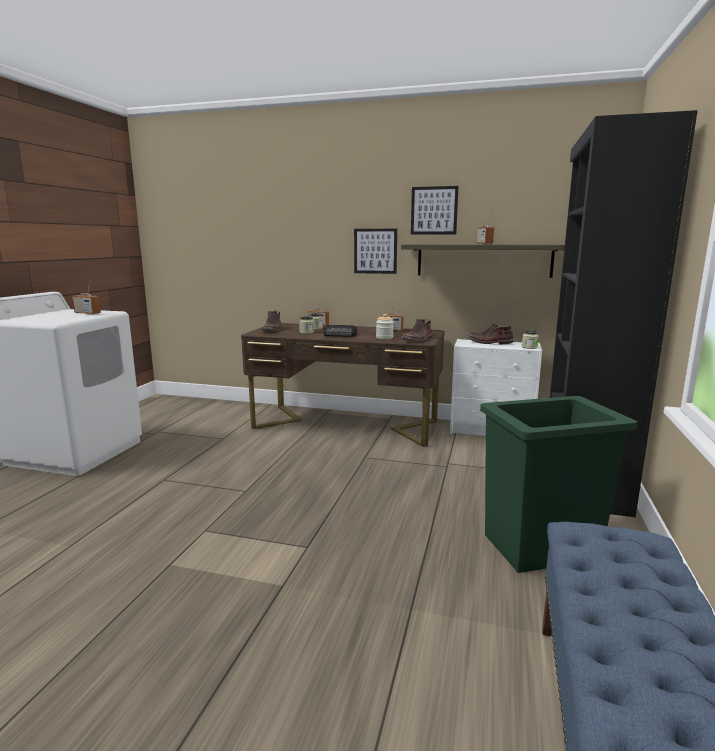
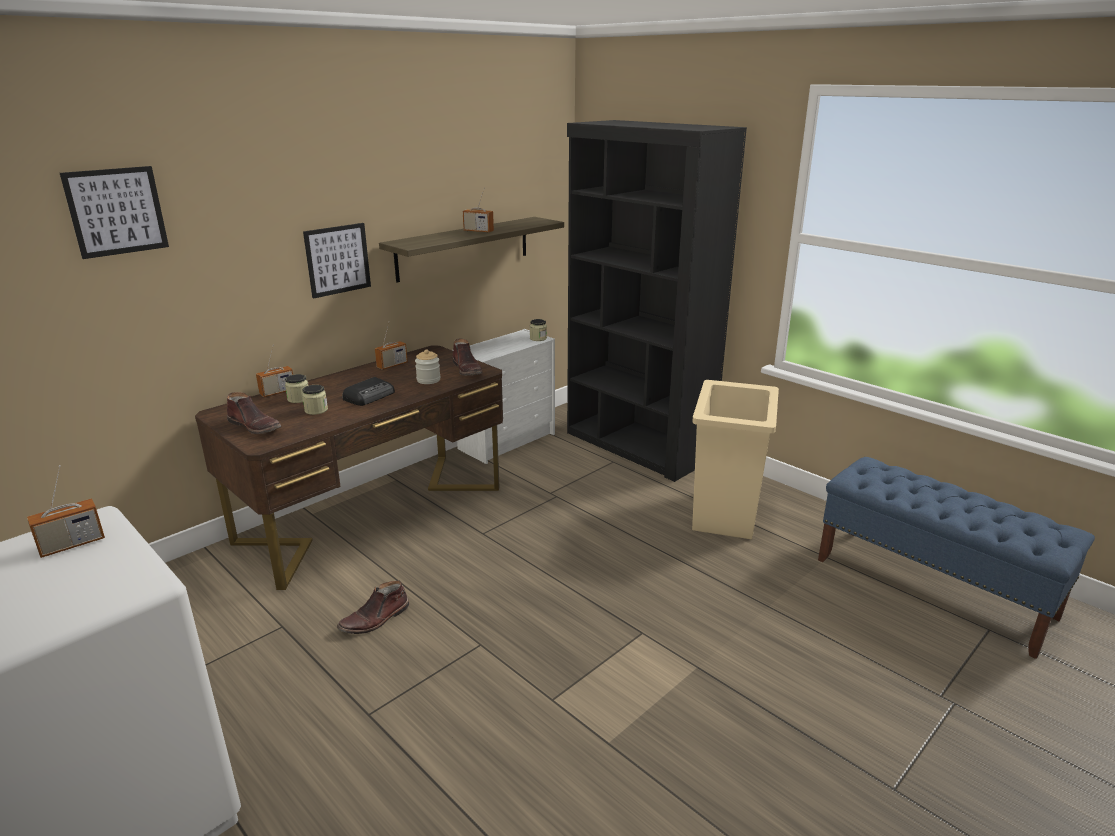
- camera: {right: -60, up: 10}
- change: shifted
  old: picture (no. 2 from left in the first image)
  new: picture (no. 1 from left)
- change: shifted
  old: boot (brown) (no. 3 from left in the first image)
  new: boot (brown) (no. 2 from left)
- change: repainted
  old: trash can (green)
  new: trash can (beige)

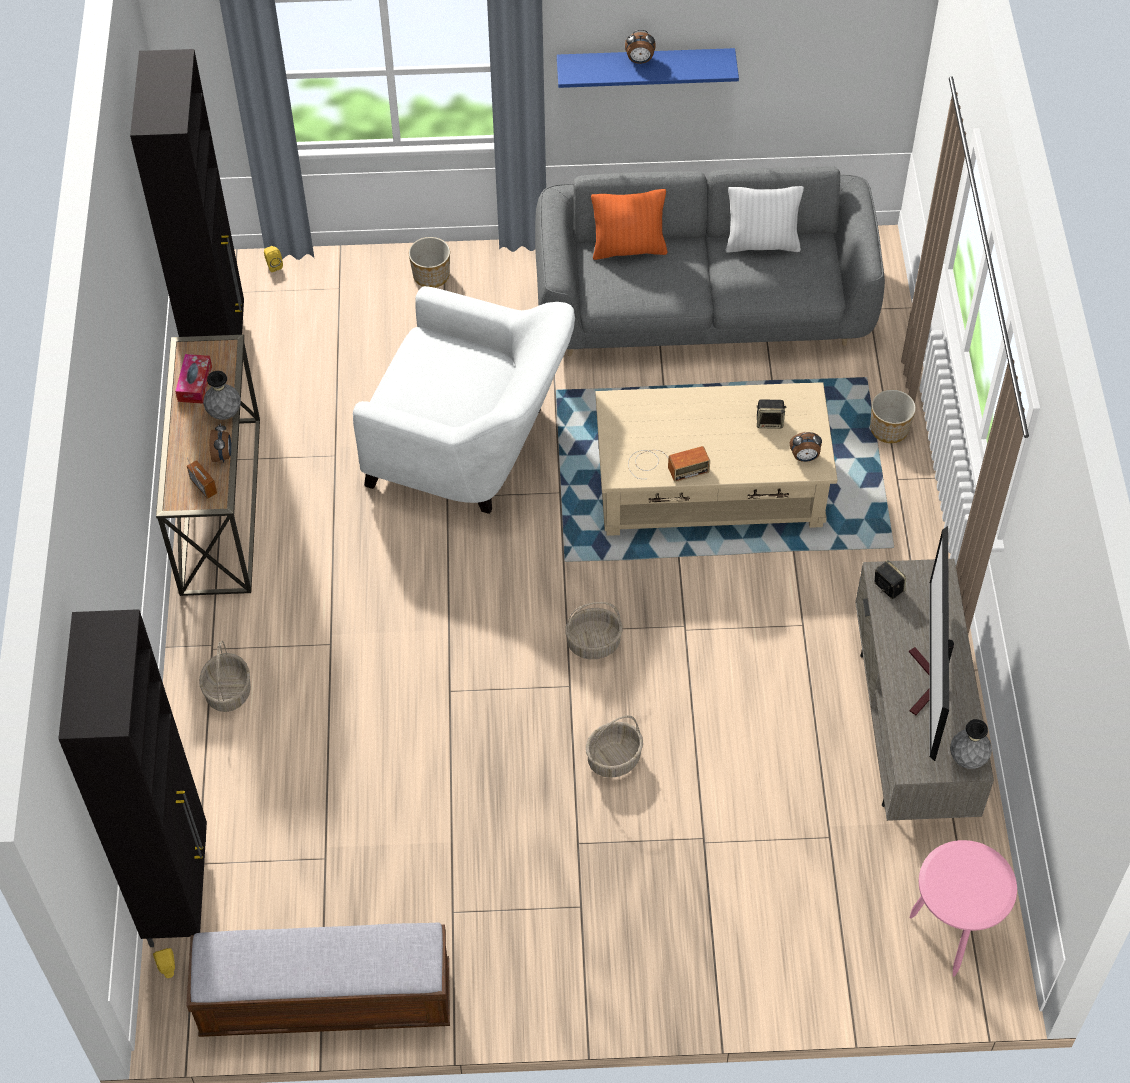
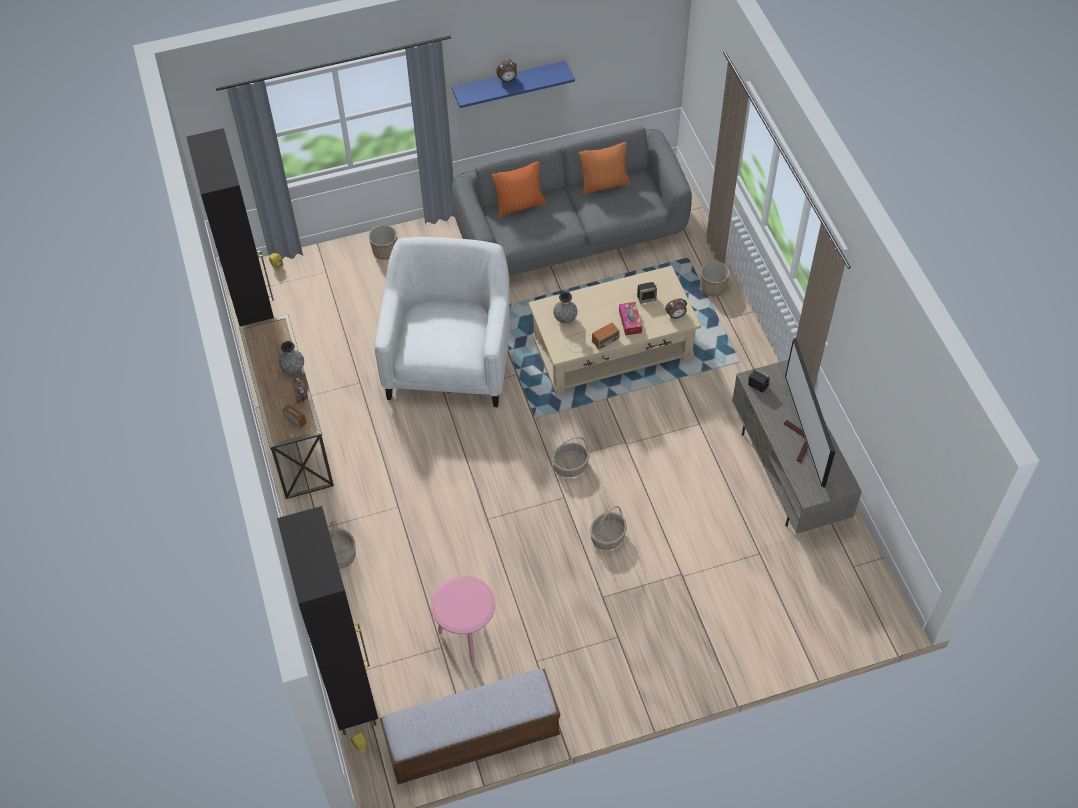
- camera: {right: -15, up: 0}
- change: repainted
  old: pillow (white)
  new: pillow (orange) (no. 2 from left)
- change: rotated
  old: armchair (white)
  degrees: -90
- change: shifted
  old: tissue box
- change: shifted
  old: vase (grey) (no. 2 from left)
- change: shifted
  old: side table (pink)

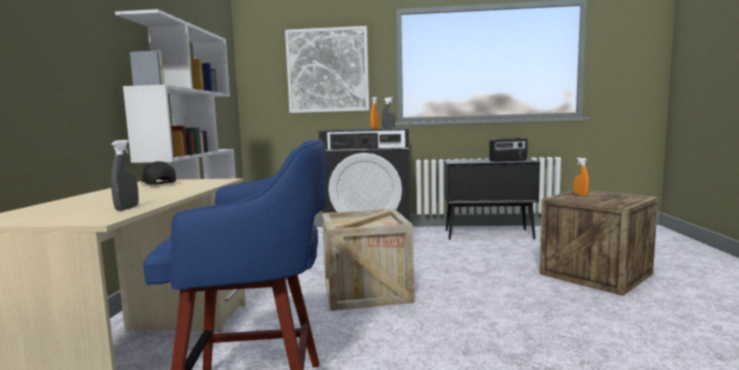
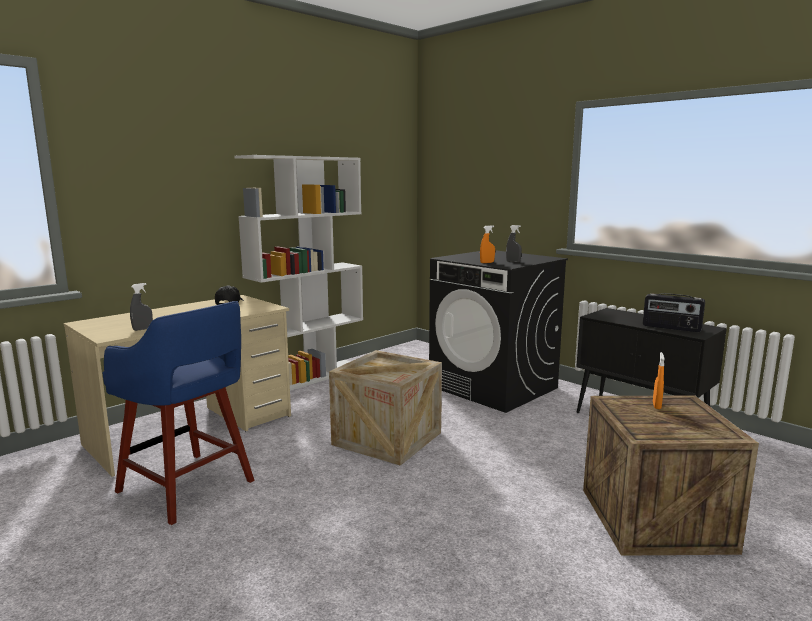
- camera: {right: 40, up: 5}
- change: gone
  old: picture

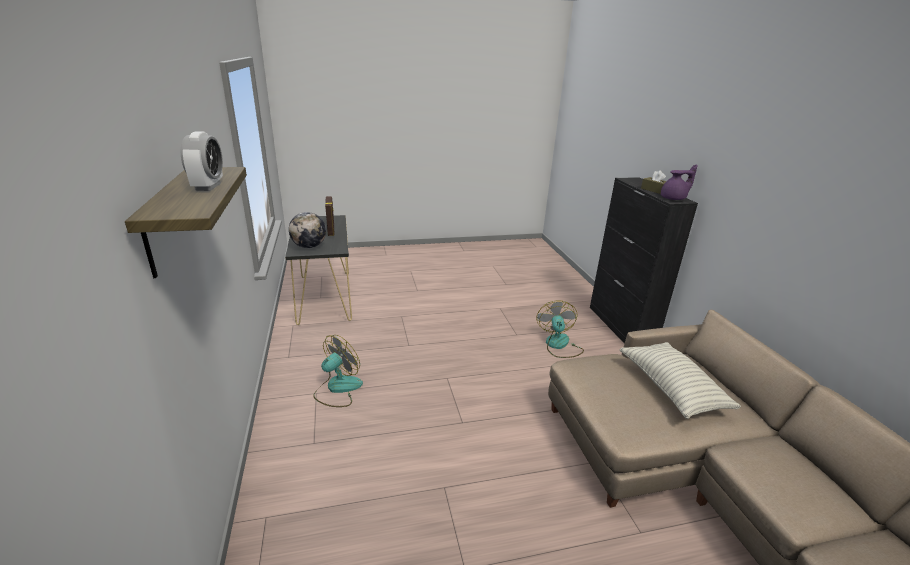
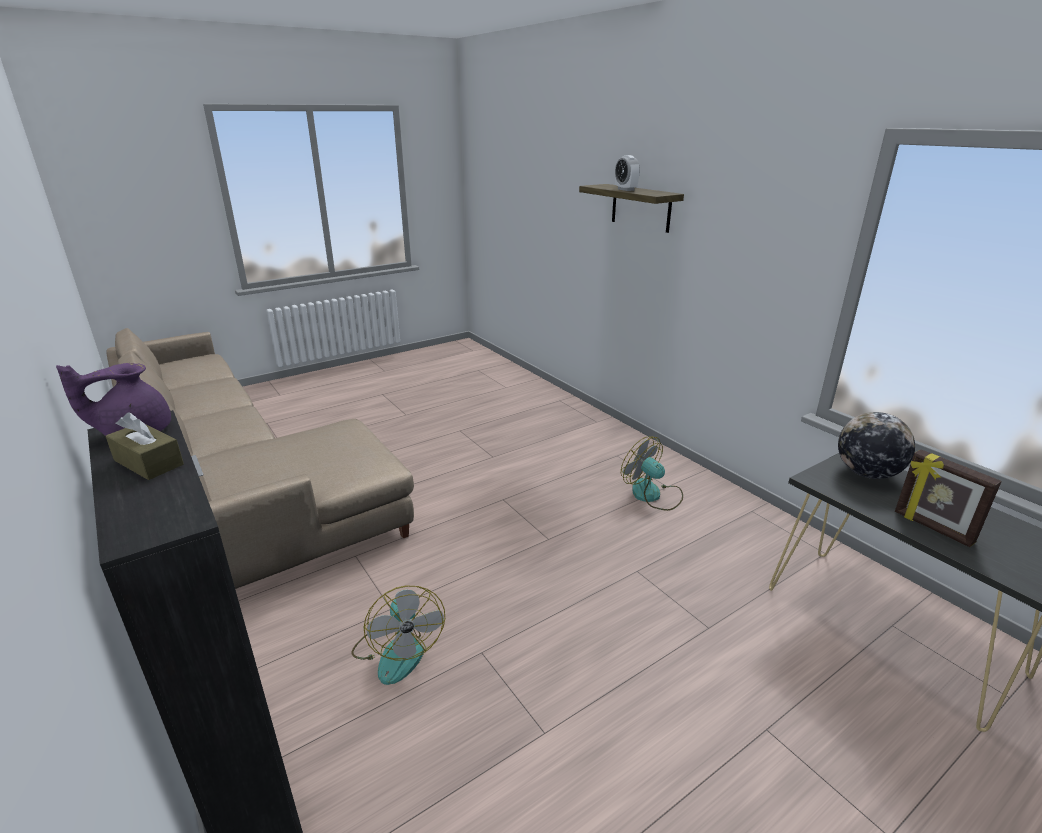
- camera: {right: 160, up: 0}
- change: rotated
  old: fan (no. 1 from left in the first image)
  degrees: 120
- change: gone
  old: pillow

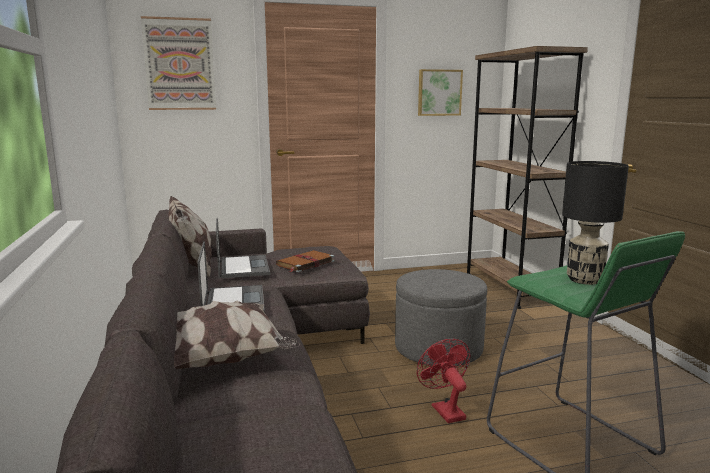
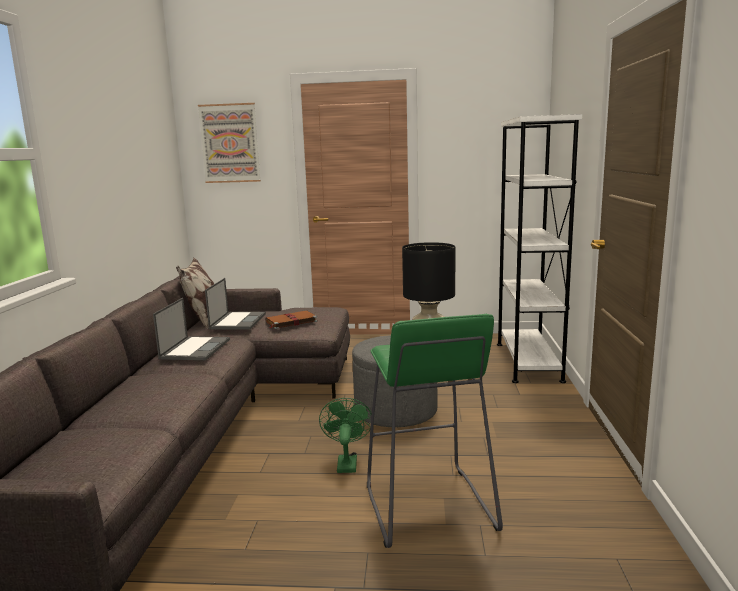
- camera: {right: 20, up: 0}
- change: repainted
  old: bookcase (brown)
  new: bookcase (white)
- change: gone
  old: picture (no. 2 from left)
- change: gone
  old: pillow (no. 2 from left)
- change: repainted
  old: fan (red)
  new: fan (green)

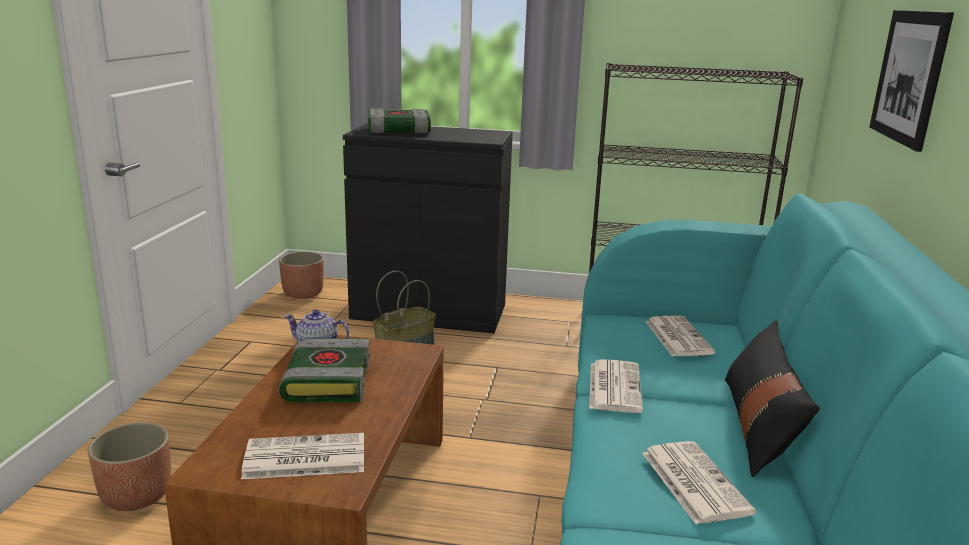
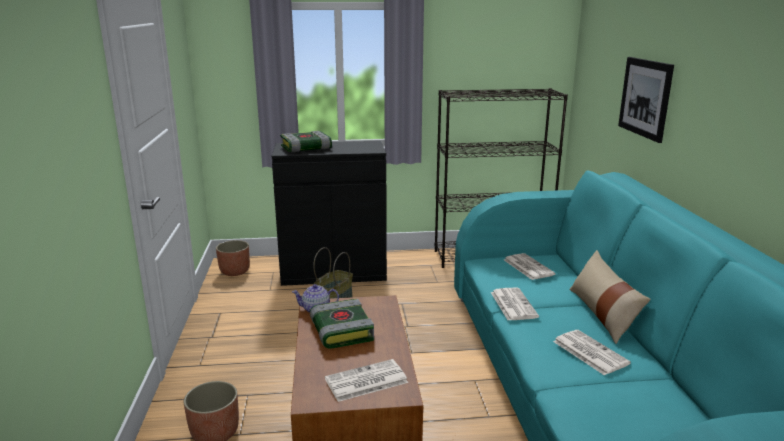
- camera: {right: -15, up: 0}
- change: repainted
  old: pillow (black)
  new: pillow (beige)

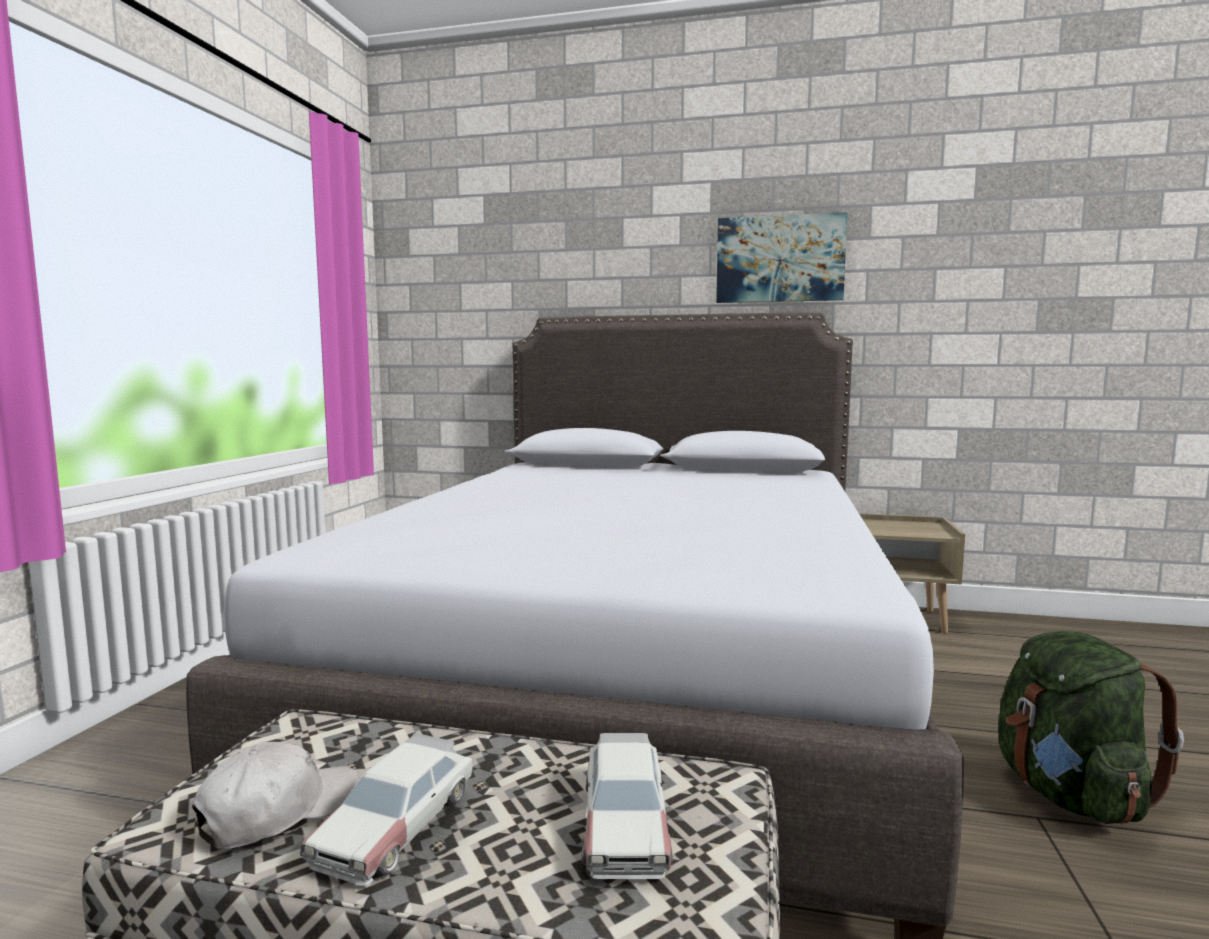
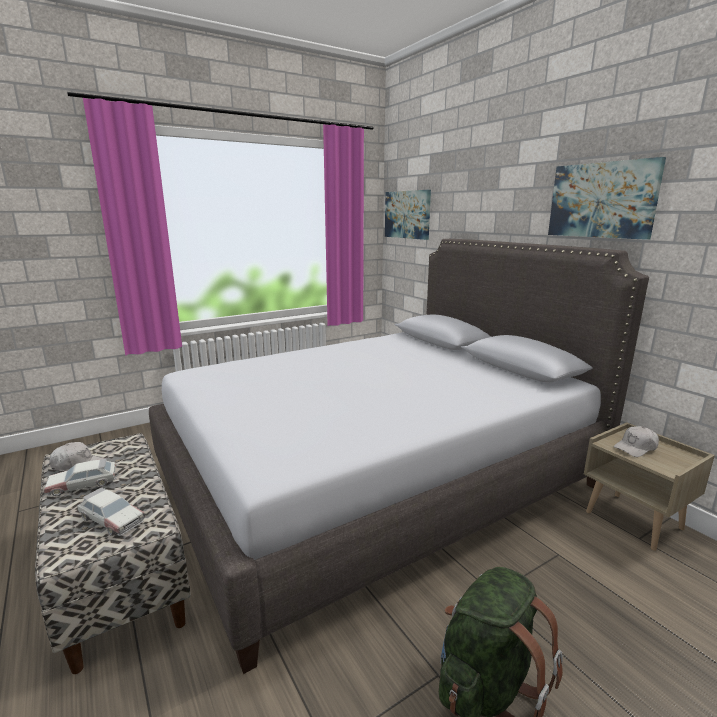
- camera: {right: 45, up: 10}
- change: rotated
  old: toy car (no. 2 from left)
  degrees: -105
- change: new
  new: picture (no. 1 from left)
- change: new
  new: cap (white) (no. 2 from left)

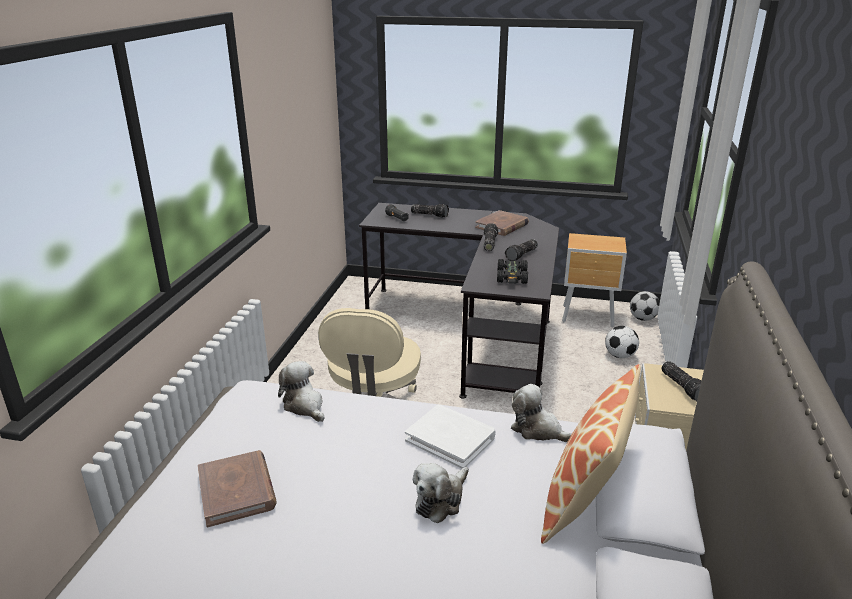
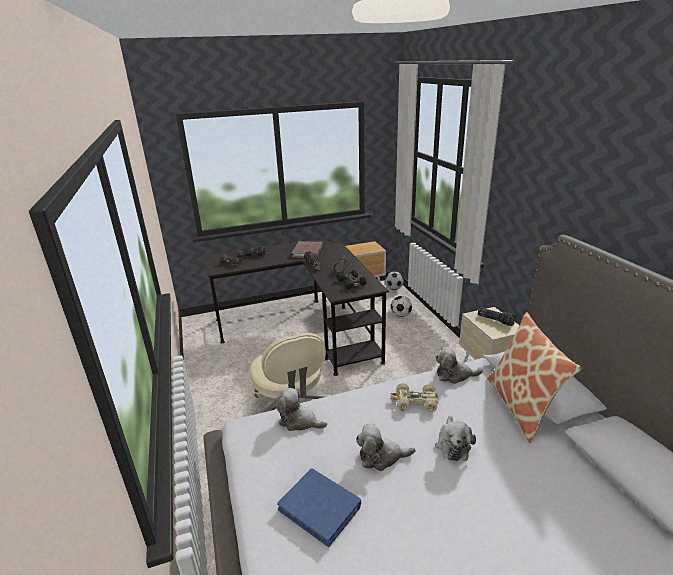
- camera: {right: -30, up: 0}
- change: swapped
  old: book (white)
  new: toy car (beige)
- change: repainted
  old: book (brown) (no. 1 from left)
  new: book (blue)
- change: new
  new: plush toy (no. 2 from left)

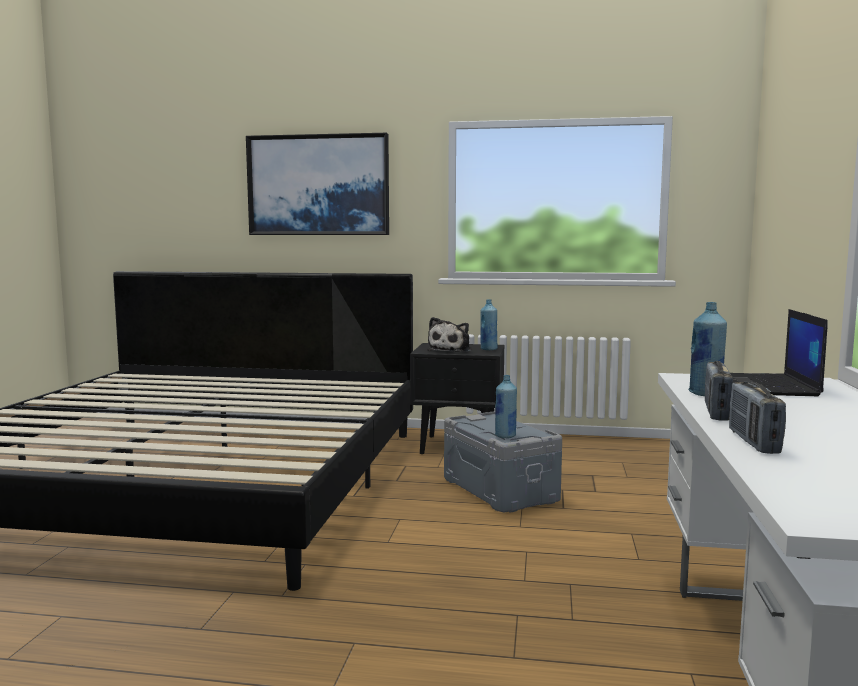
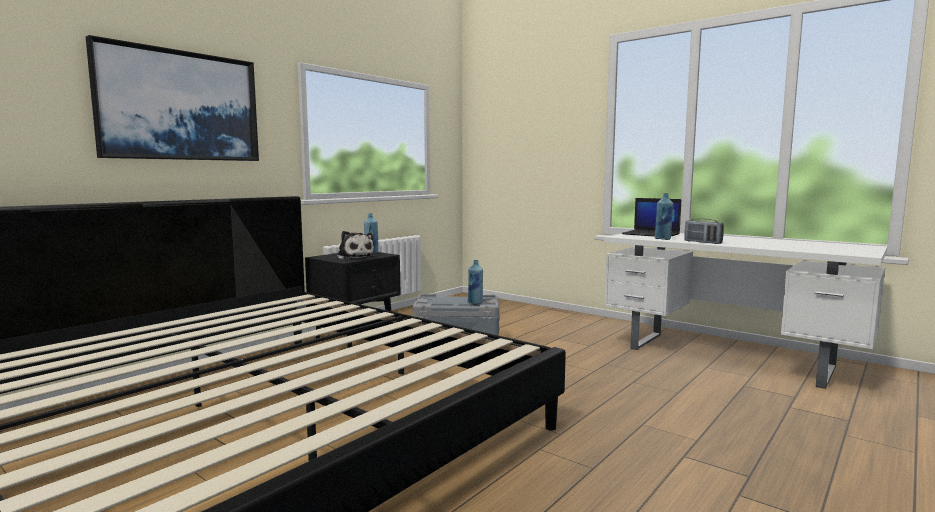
- camera: {right: -60, up: 0}
- change: gone
  old: radio (no. 2 from left)

